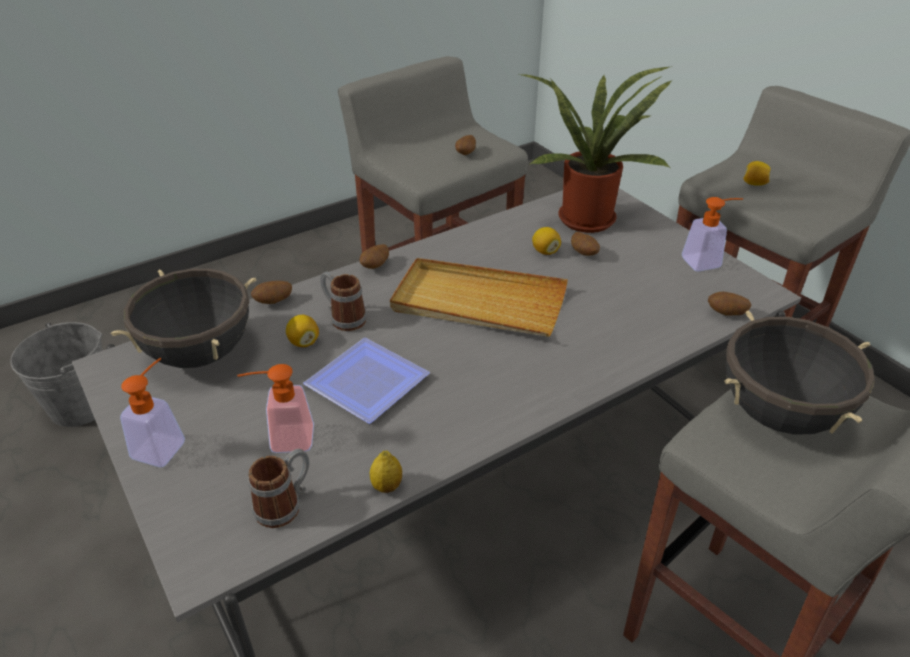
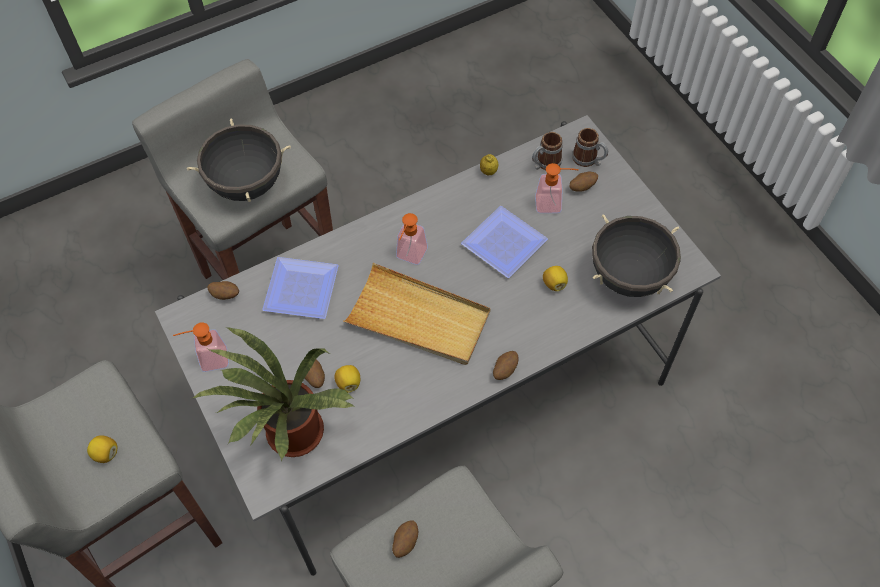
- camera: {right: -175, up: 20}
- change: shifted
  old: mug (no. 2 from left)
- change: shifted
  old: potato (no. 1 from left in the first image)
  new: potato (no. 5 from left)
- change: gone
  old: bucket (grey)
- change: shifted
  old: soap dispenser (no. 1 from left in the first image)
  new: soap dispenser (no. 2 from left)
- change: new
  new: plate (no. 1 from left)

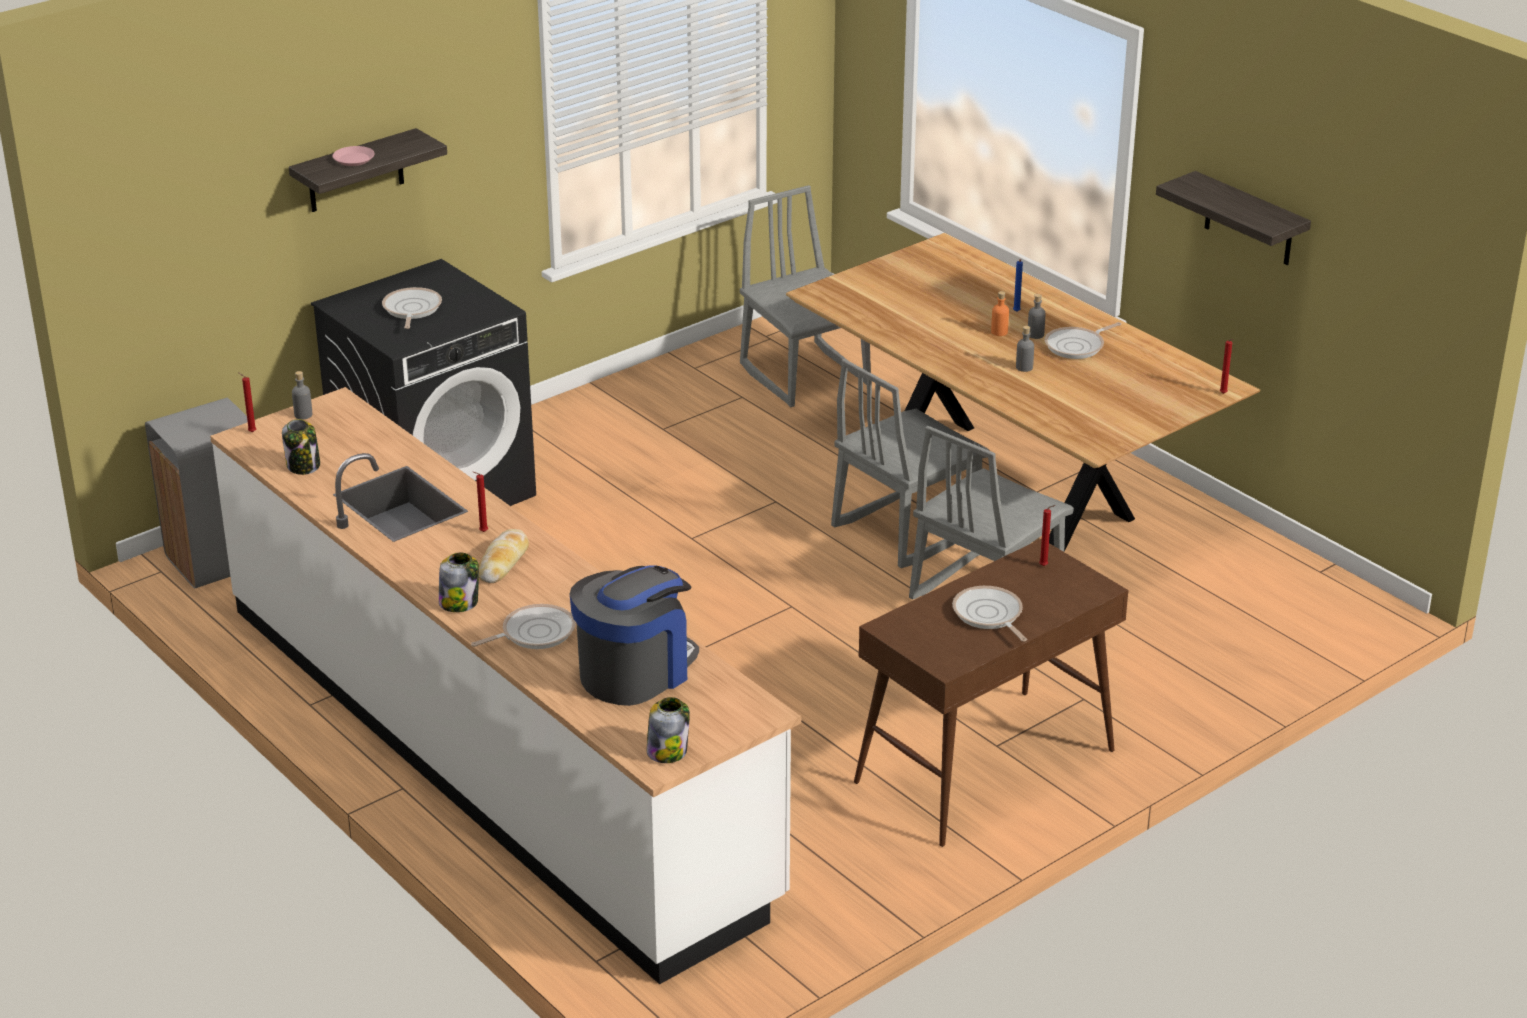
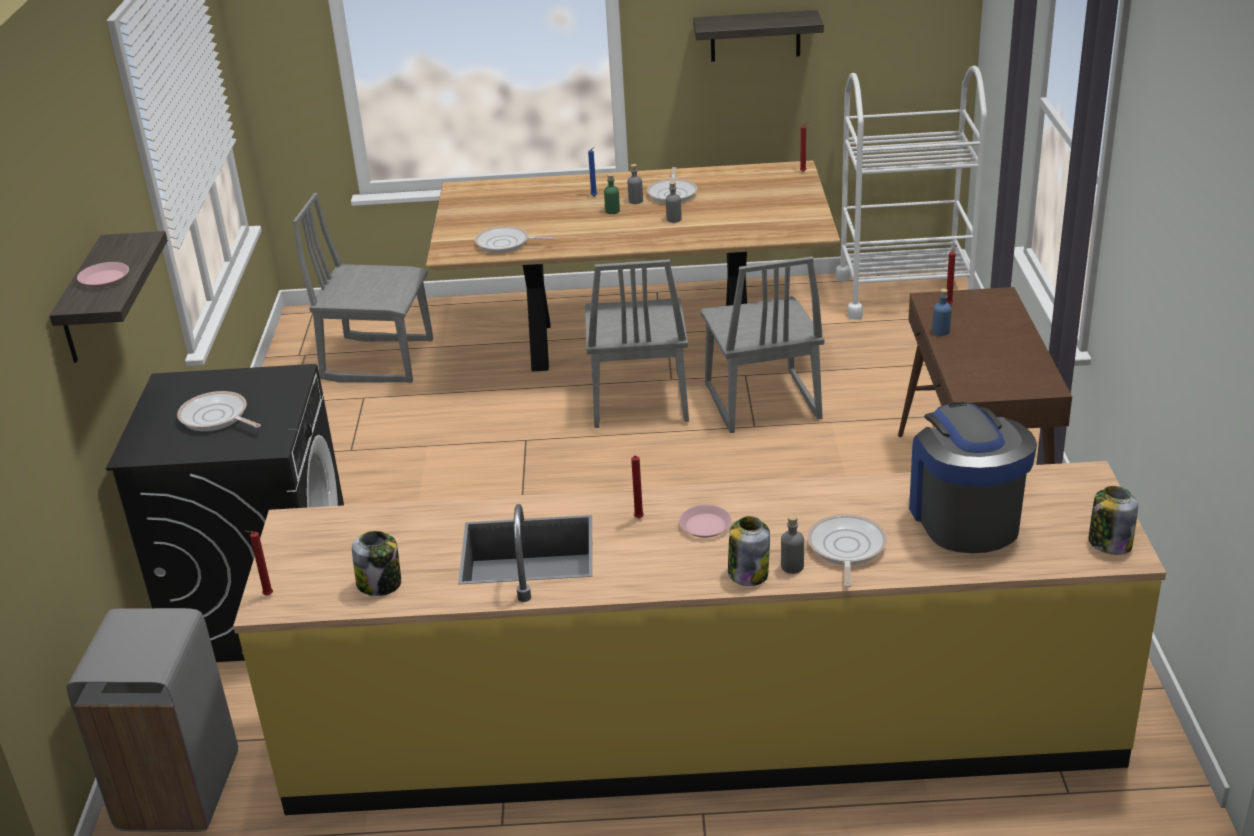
- camera: {right: -50, up: 0}
- change: repainted
  old: bottle (orange)
  new: bottle (green)
- change: shifted
  old: bottle (grey) (no. 1 from left in the first image)
  new: bottle (grey) (no. 3 from left)
- change: repainted
  old: counter (white)
  new: counter (yellow)
- change: swapped
  old: bread
  new: plate (pink) (no. 2 from left)
- change: shifted
  old: frying pan (no. 3 from left in the first image)
  new: frying pan (no. 2 from left)
- change: new
  new: cart (white)
- change: new
  new: bottle (blue)

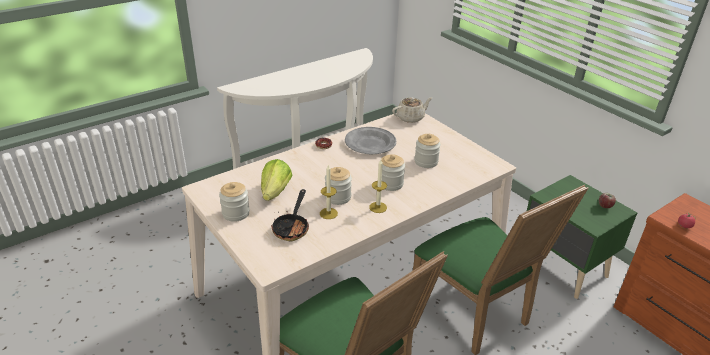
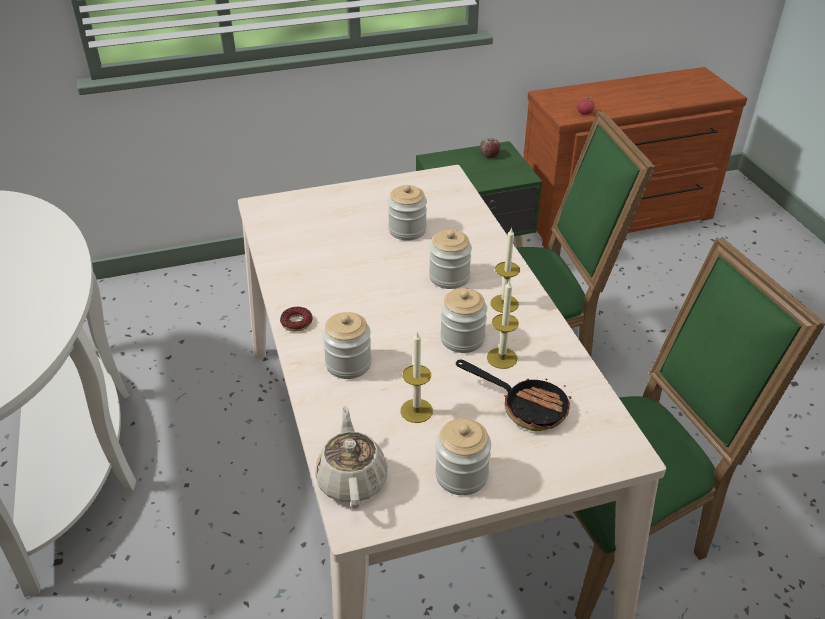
- camera: {right: -70, up: 5}
- change: shifted
  old: teapot (beige)
- change: gone
  old: plate (grey)
- change: swapped
  old: lettuce
  new: candle (no. 1 from left)
- change: new
  new: jar (no. 1 from left)

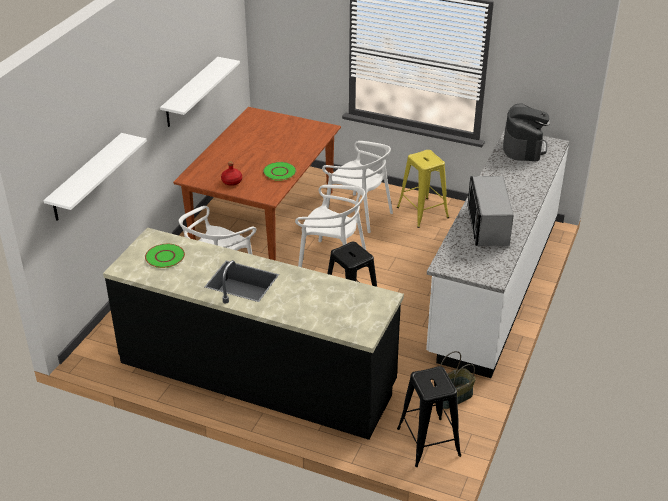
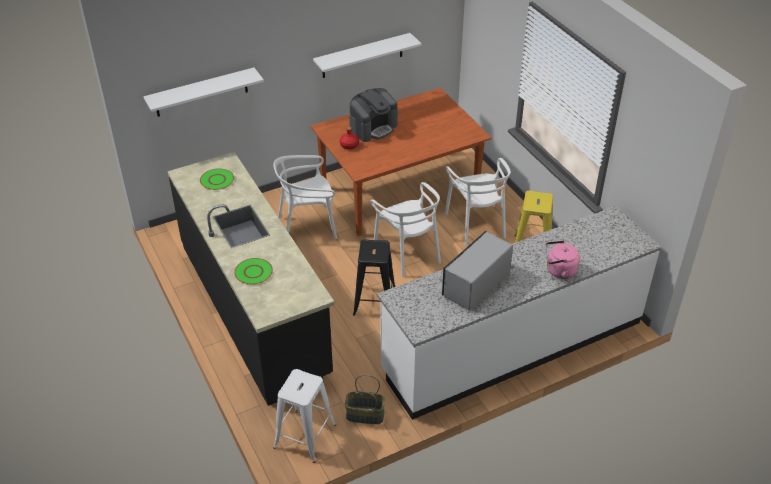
- camera: {right: 40, up: 5}
- change: shifted
  old: coffee machine
- change: shifted
  old: plate (green) (no. 2 from left)
- change: repainted
  old: stool (black) (no. 2 from left)
  new: stool (white)
- change: new
  new: kettle (pink)

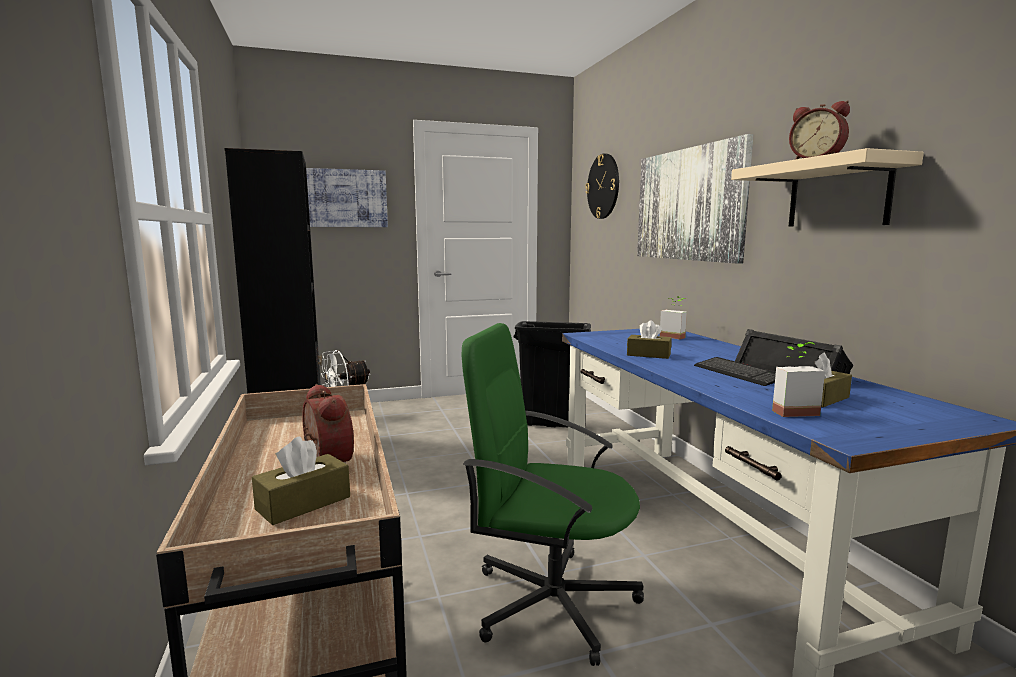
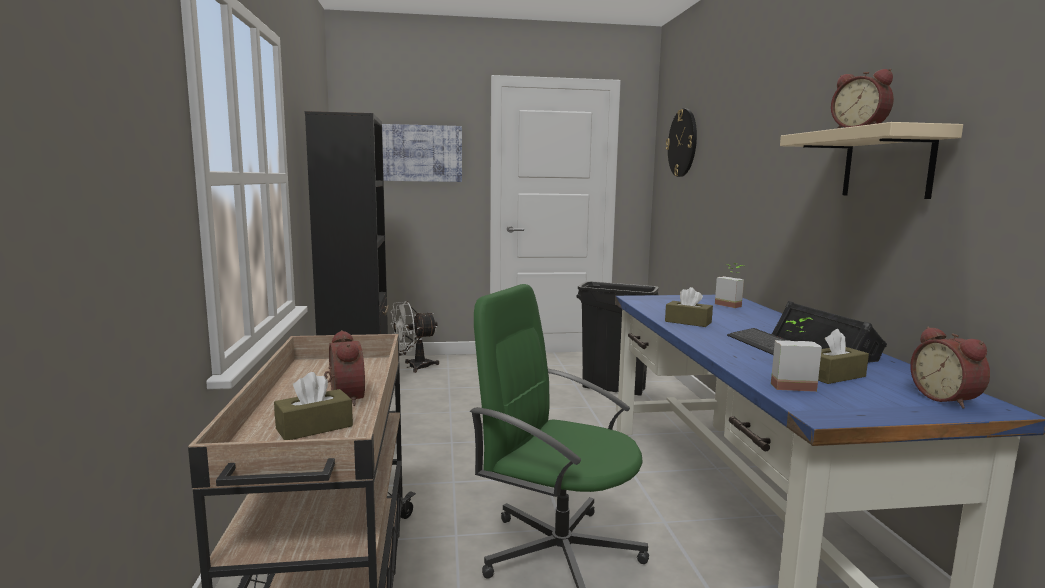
- camera: {right: 10, up: 0}
- change: gone
  old: picture (no. 2 from left)
- change: new
  new: alarm clock (no. 3 from left)

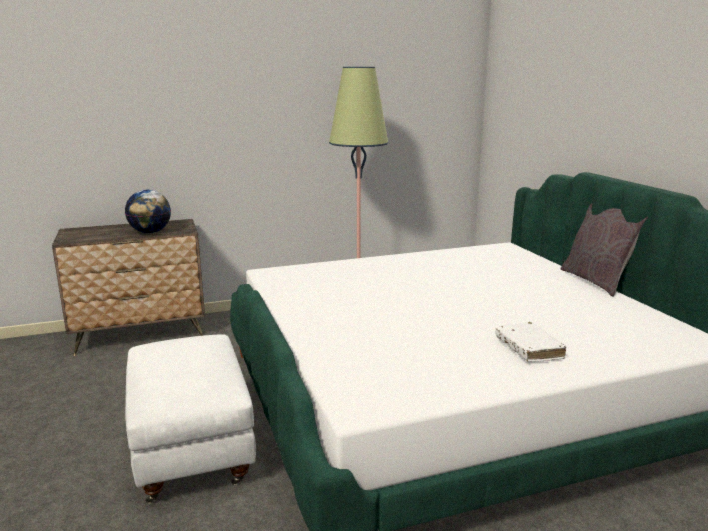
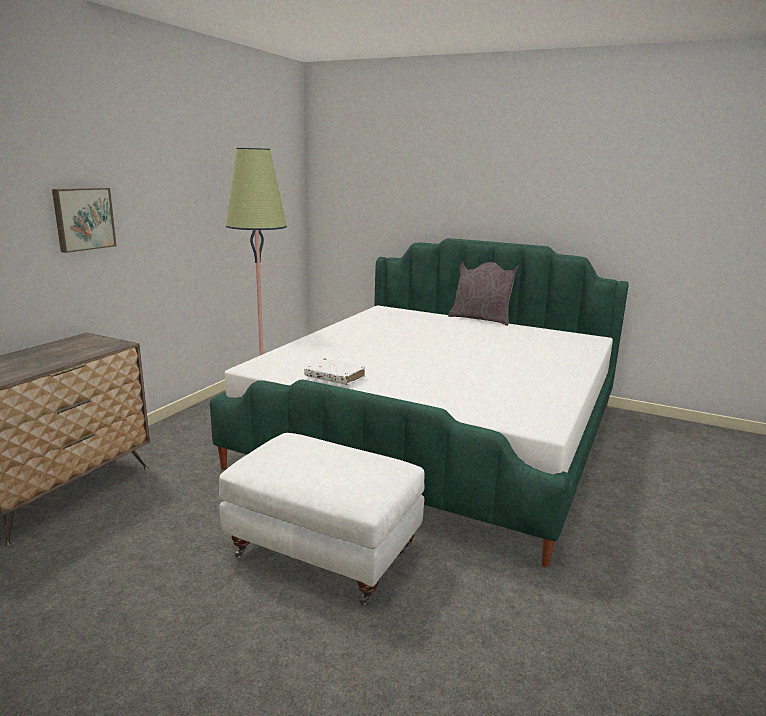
- camera: {right: -45, up: 0}
- change: gone
  old: globe
- change: shifted
  old: book (white)
- change: new
  new: picture

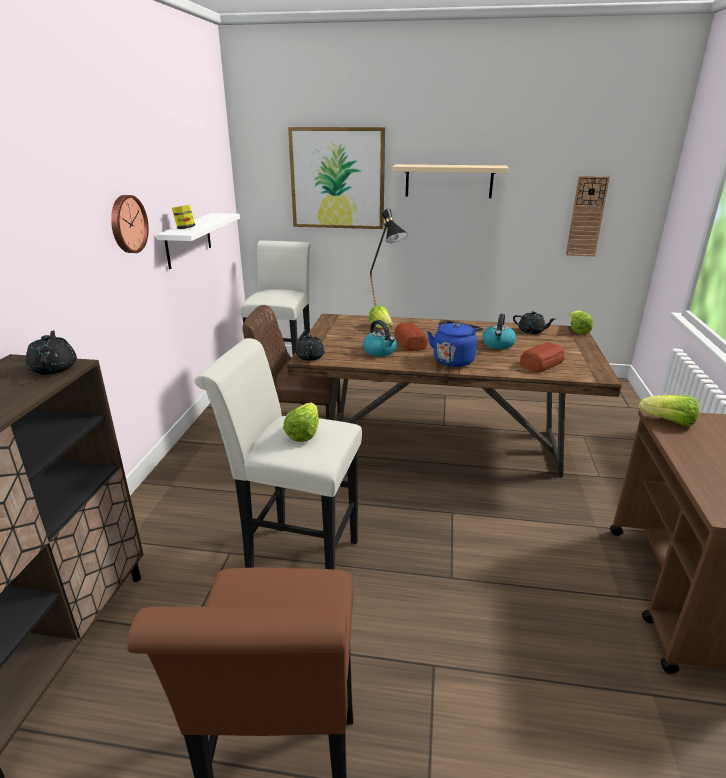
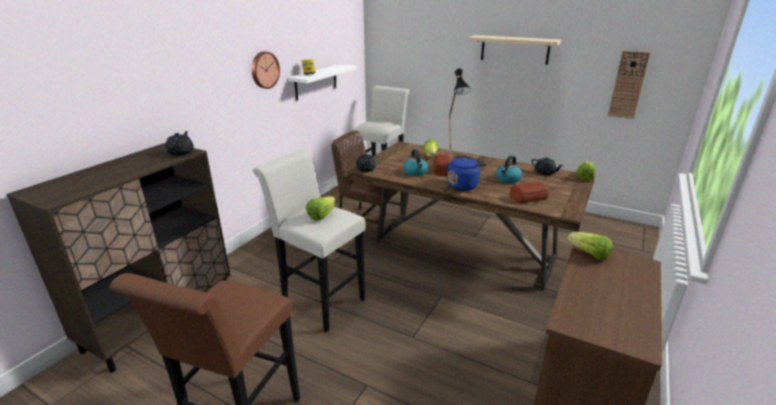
- camera: {right: 20, up: 0}
- change: gone
  old: picture

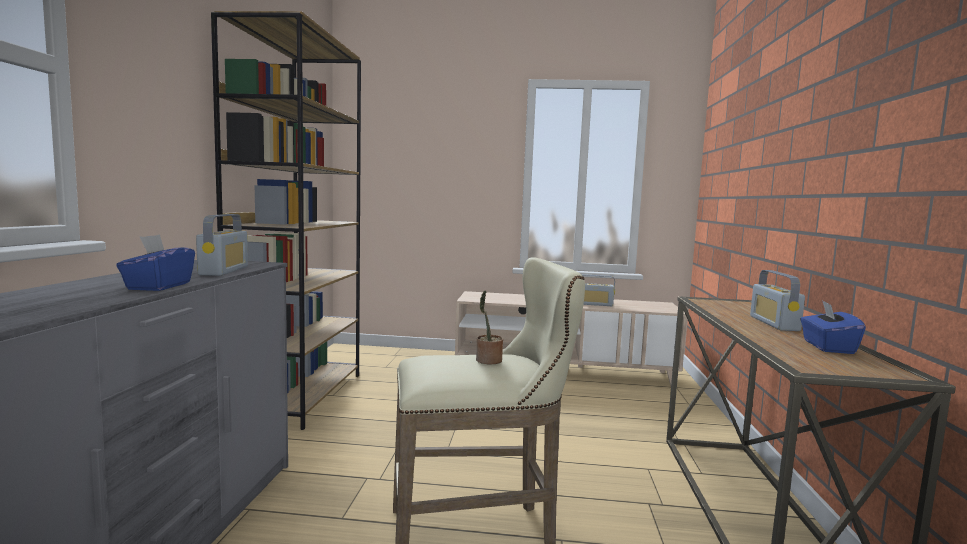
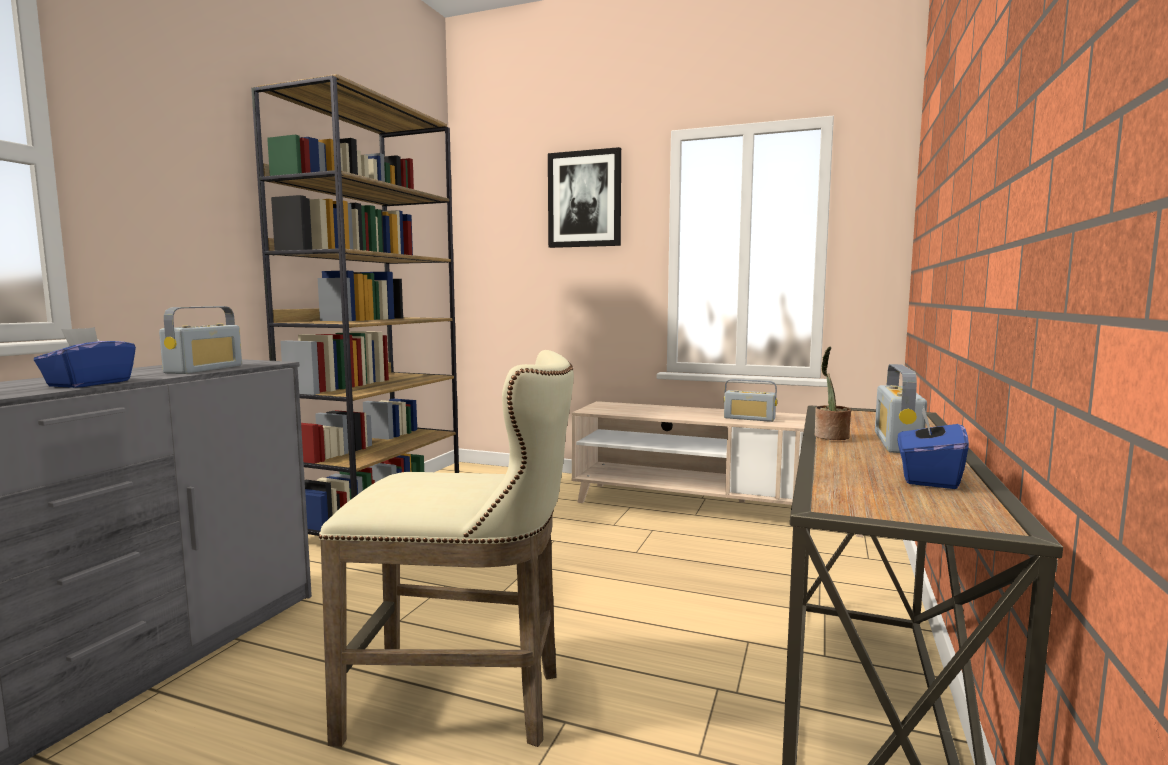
- camera: {right: 15, up: 0}
- change: shifted
  old: potted plant
- change: new
  new: picture

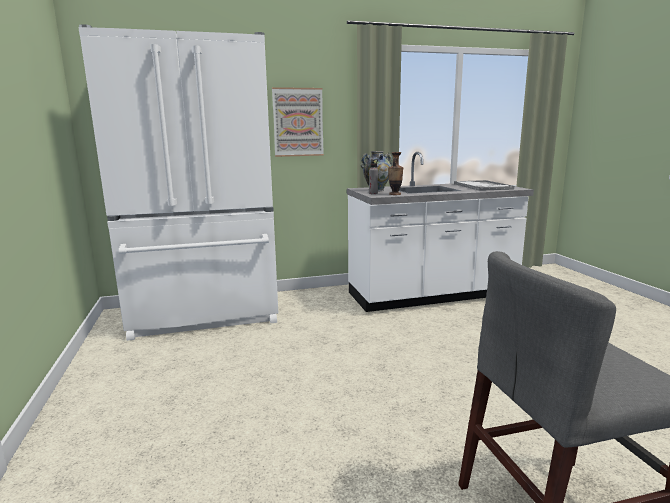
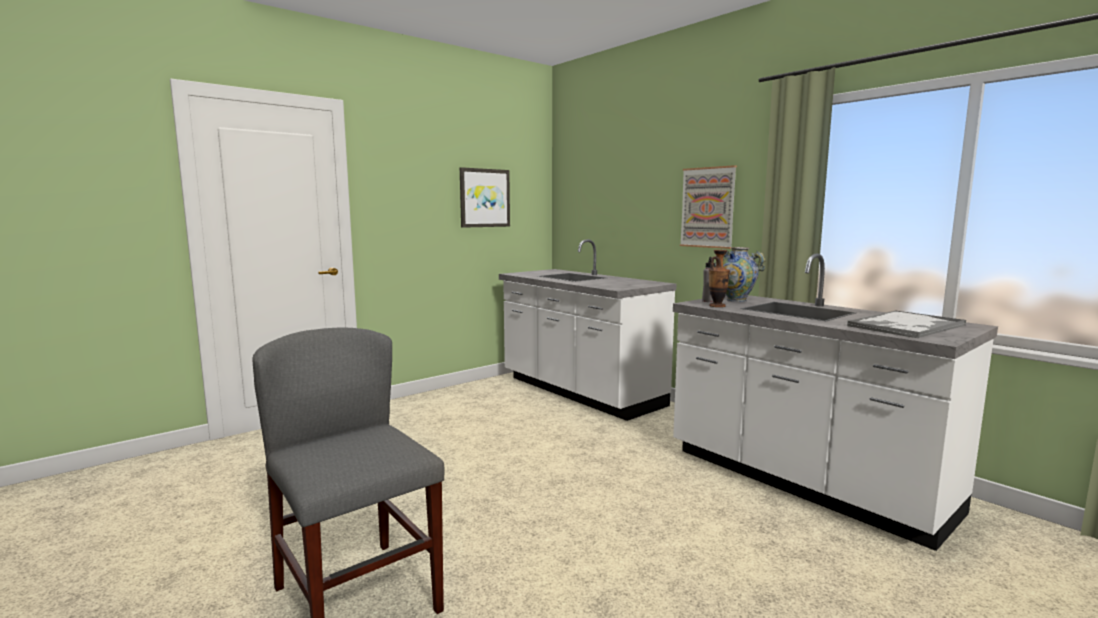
- camera: {right: 65, up: -5}
- change: swapped
  old: fridge (white)
  new: counter (white) (no. 1 from left)
- change: new
  new: picture (no. 1 from left)

